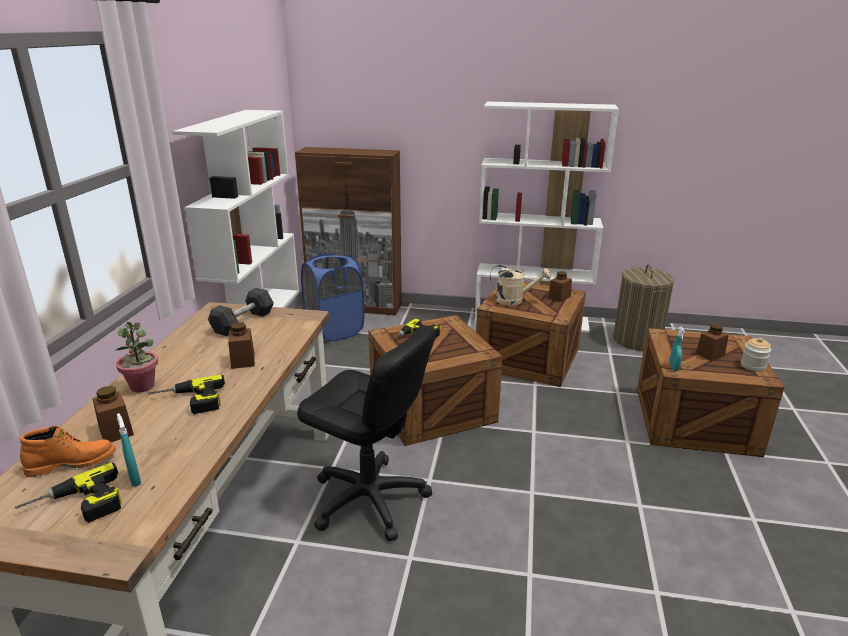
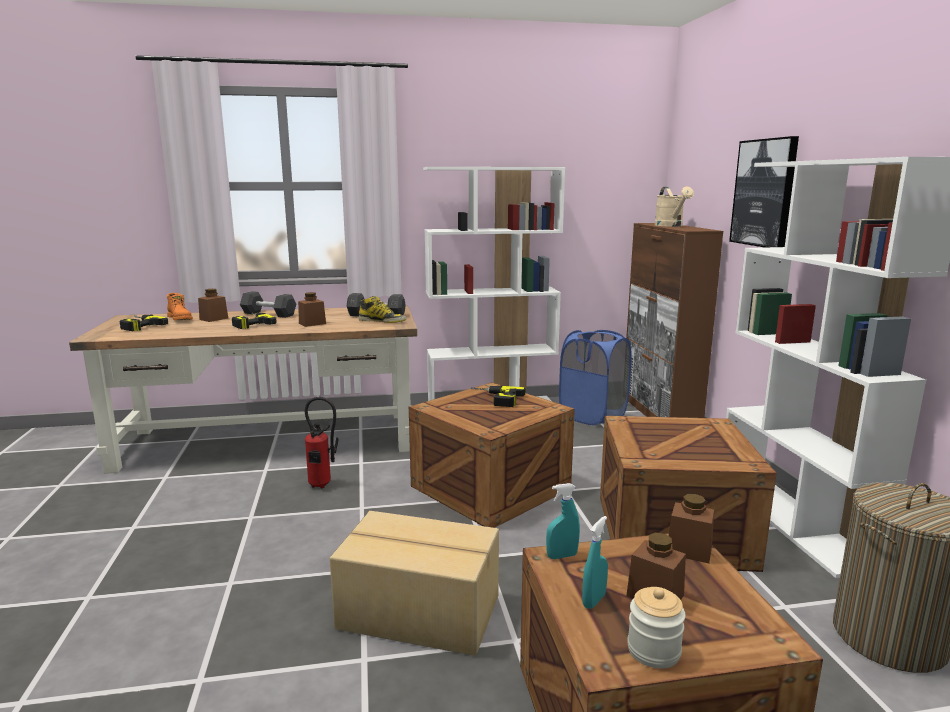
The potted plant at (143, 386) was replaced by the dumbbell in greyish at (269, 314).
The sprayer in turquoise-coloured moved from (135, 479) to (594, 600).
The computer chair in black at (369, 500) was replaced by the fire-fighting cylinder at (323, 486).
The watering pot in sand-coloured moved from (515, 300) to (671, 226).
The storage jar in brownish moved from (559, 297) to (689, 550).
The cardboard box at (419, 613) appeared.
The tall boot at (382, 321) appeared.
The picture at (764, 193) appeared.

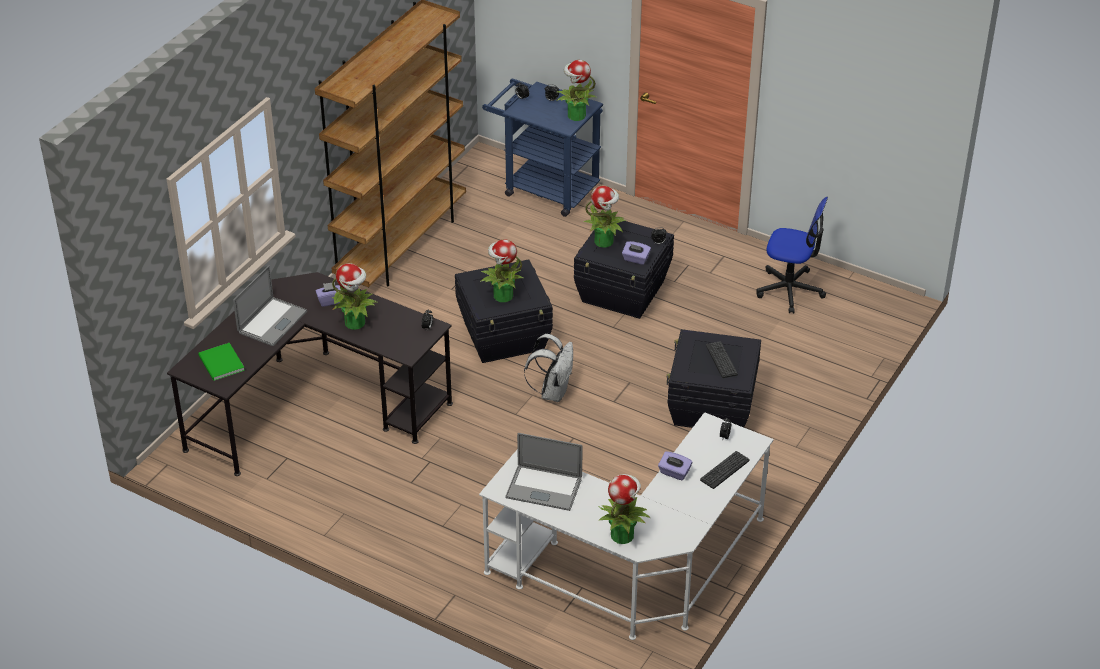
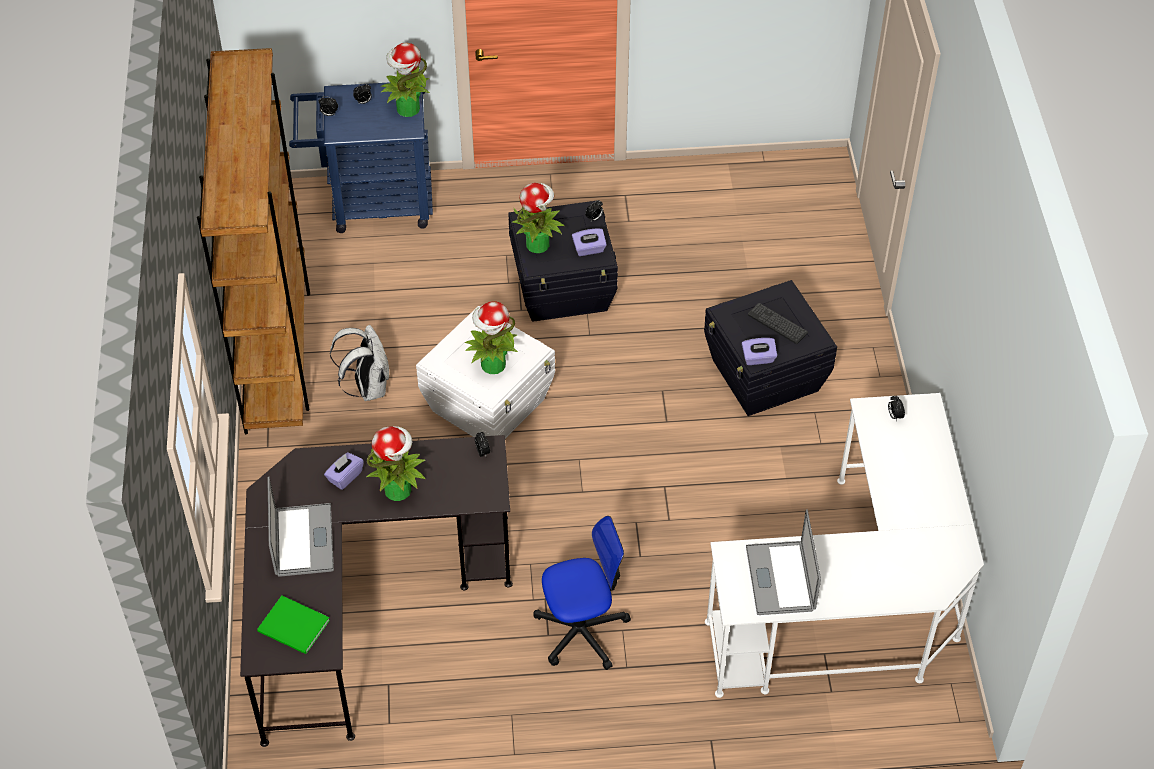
The storage bin in black at (505, 336) became the storage bin in white at (489, 405).
The laptop at (543, 488) turned 105 degrees clockwise.
The backpack in white moved from (553, 392) to (367, 387).
The potted plant at (622, 534) disappeared.
The box of tissues in purple moved from (674, 473) to (758, 358).
The PC keyboard at (724, 470) disappeared.
The computer chair moved from (790, 290) to (581, 631).

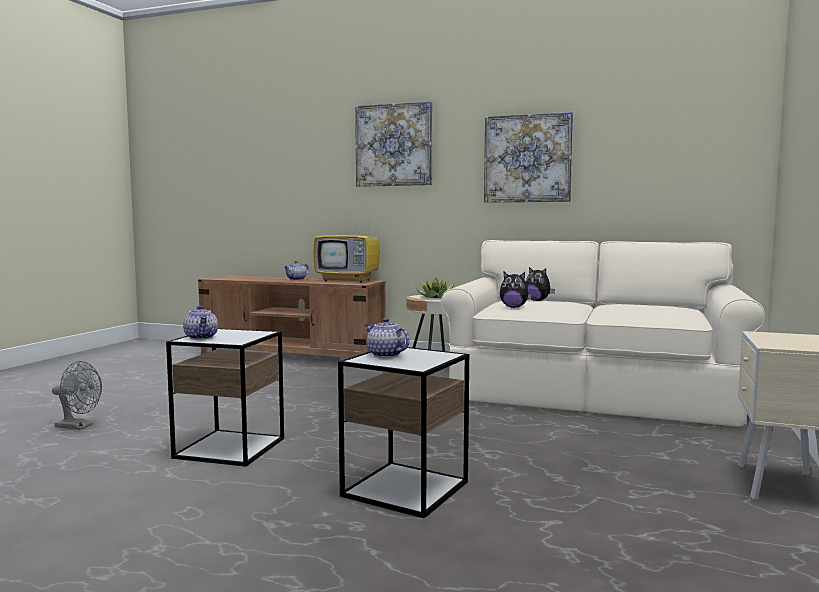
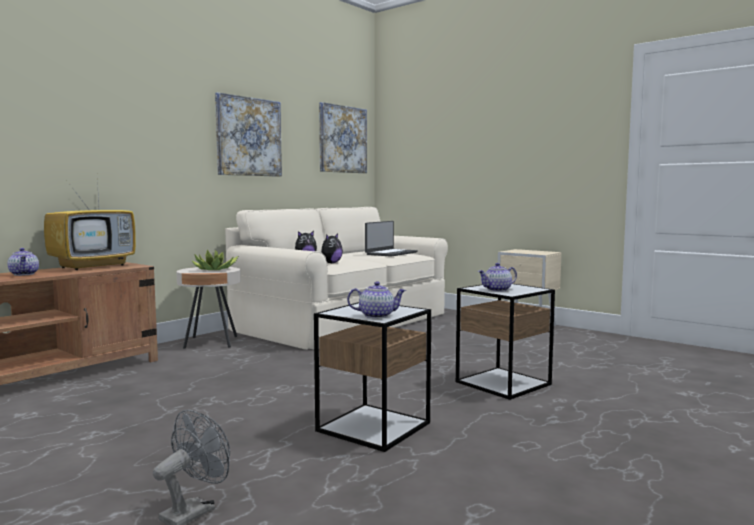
The picture moved from (394, 145) to (342, 139).
The laptop at (391, 253) appeared.

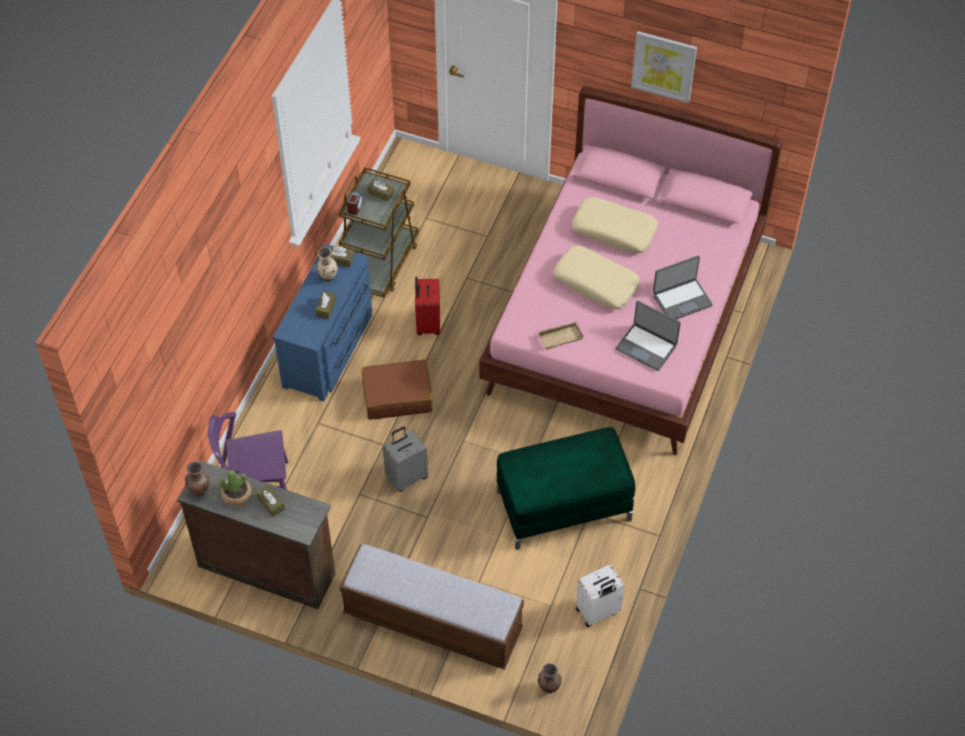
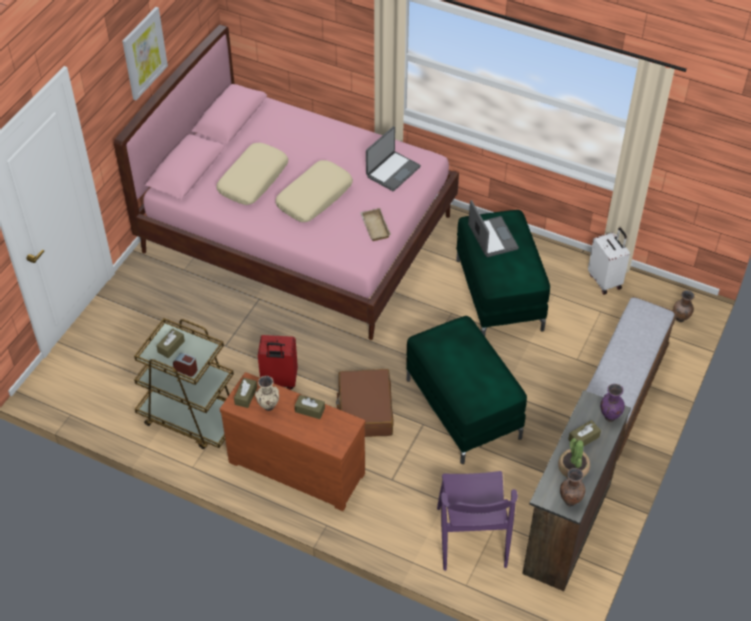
The dresser in blue at (331, 349) became the dresser in brownish at (298, 465).
The travel case in greyish at (406, 477) was replaced by the ottoman in green at (462, 407).
The laptop moved from (681, 299) to (491, 238).
The flower vase in purple at (609, 417) appeared.

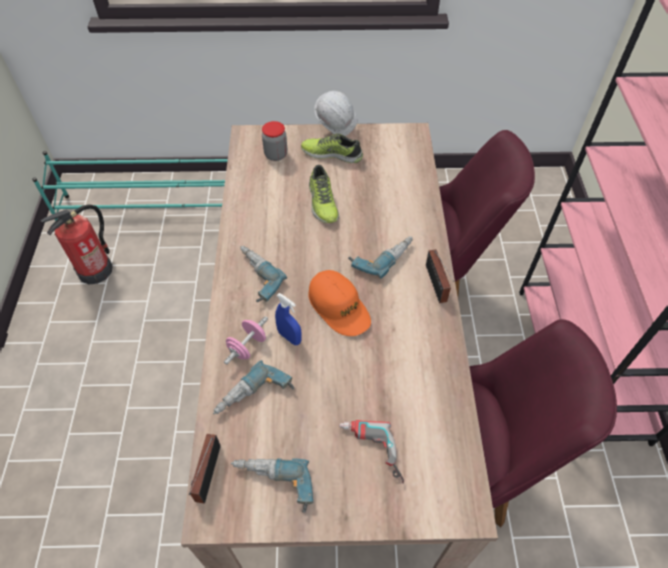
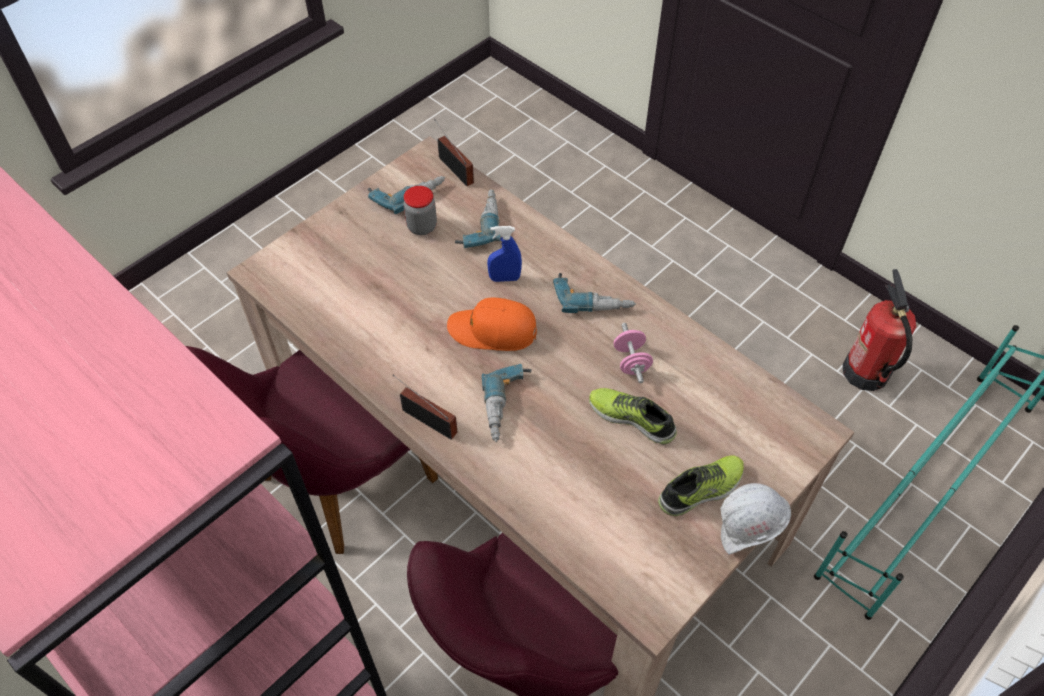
The dumbbell in pink moved from (247, 346) to (631, 361).
The storage jar moved from (276, 155) to (422, 226).
The power drill at (370, 453) disappeared.

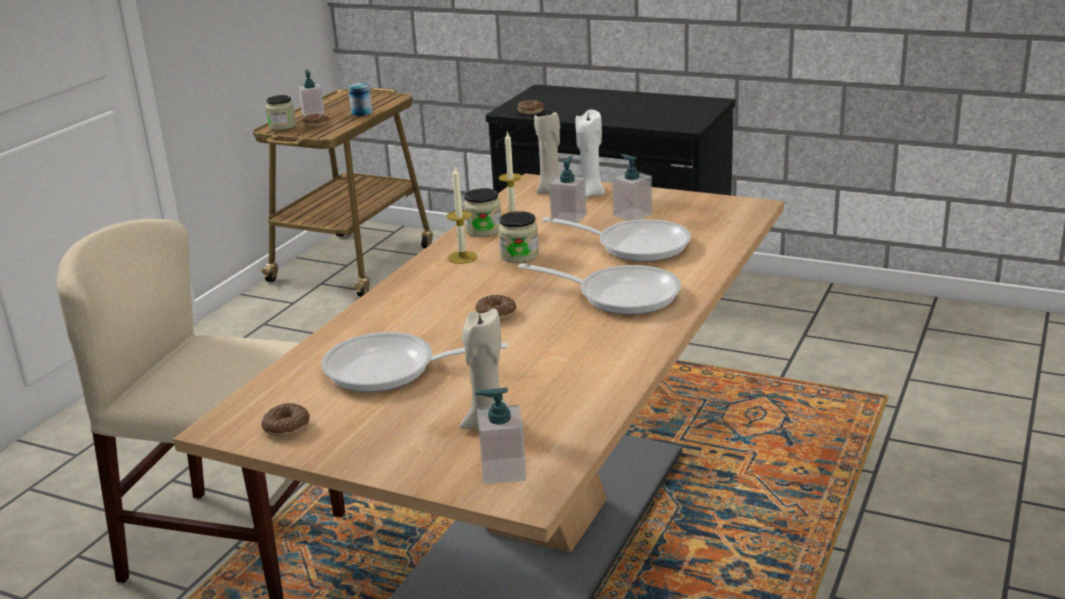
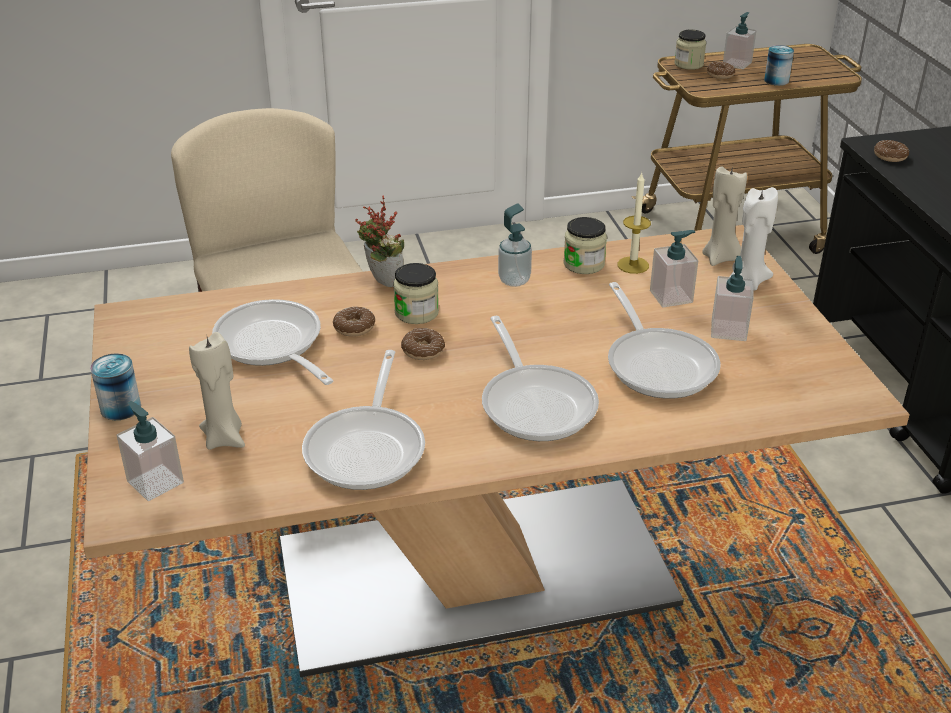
The ring doughnut moved from (287, 427) to (354, 327).
The wax light at (462, 257) was replaced by the soap dispenser at (514, 280).
The storage jar moved from (519, 256) to (416, 312).
The metal can at (120, 408) appeared.
The skillet at (368, 447) appeared.
The potted plant at (381, 283) appeared.

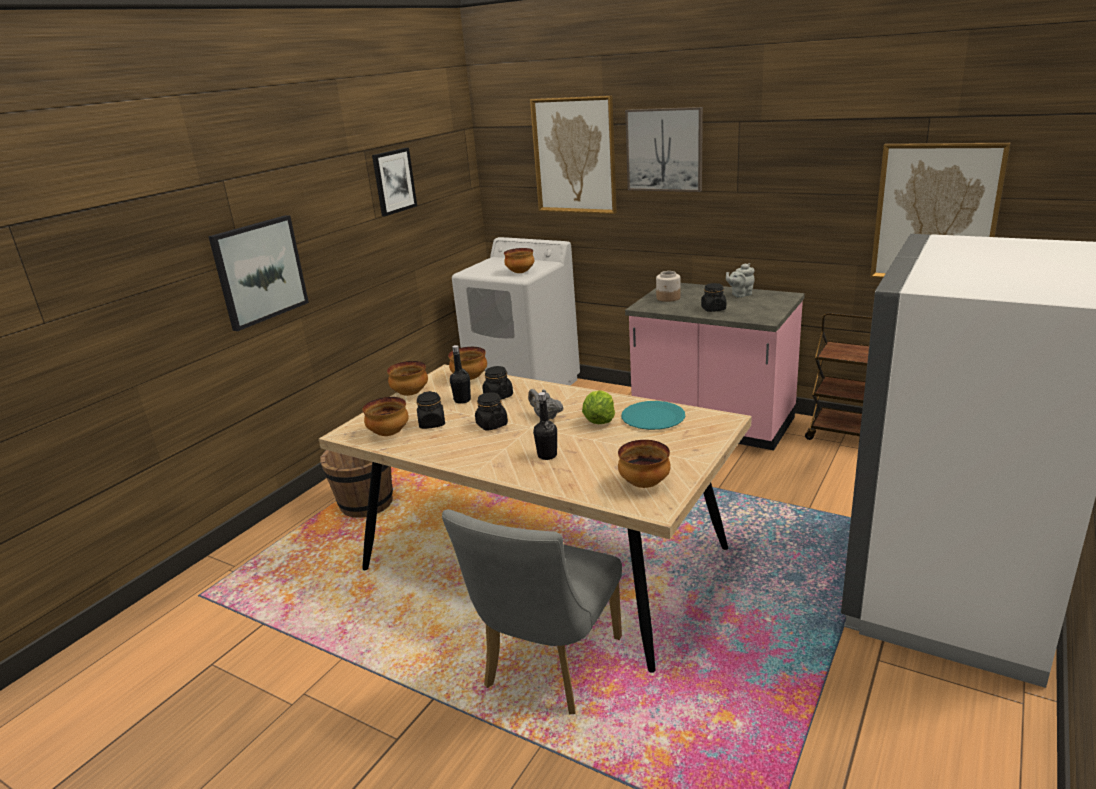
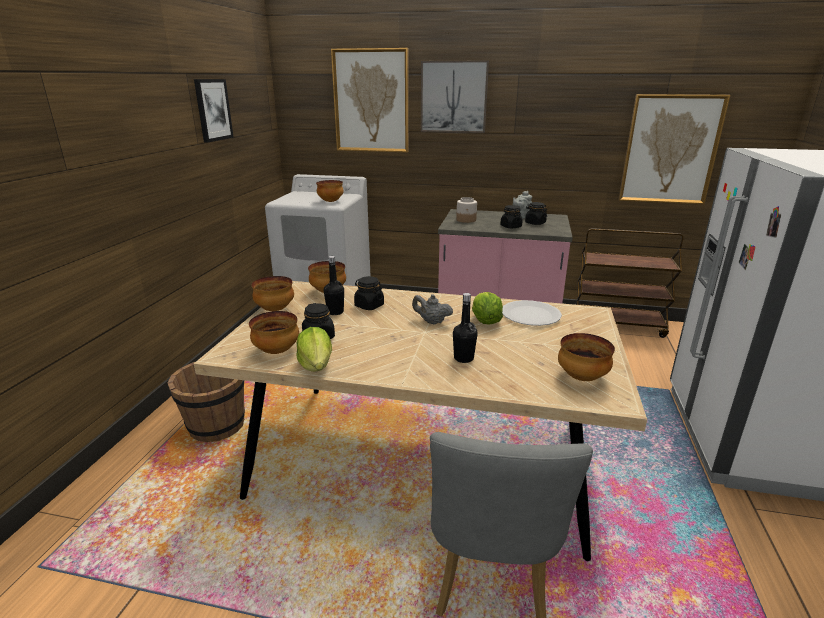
The picture at (259, 271) disappeared.
The storage jar in black moved from (491, 425) to (535, 223).
The flat dish in turquoise-coloured at (653, 417) became the flat dish in white at (531, 315).
The lettuce head at (316, 365) appeared.

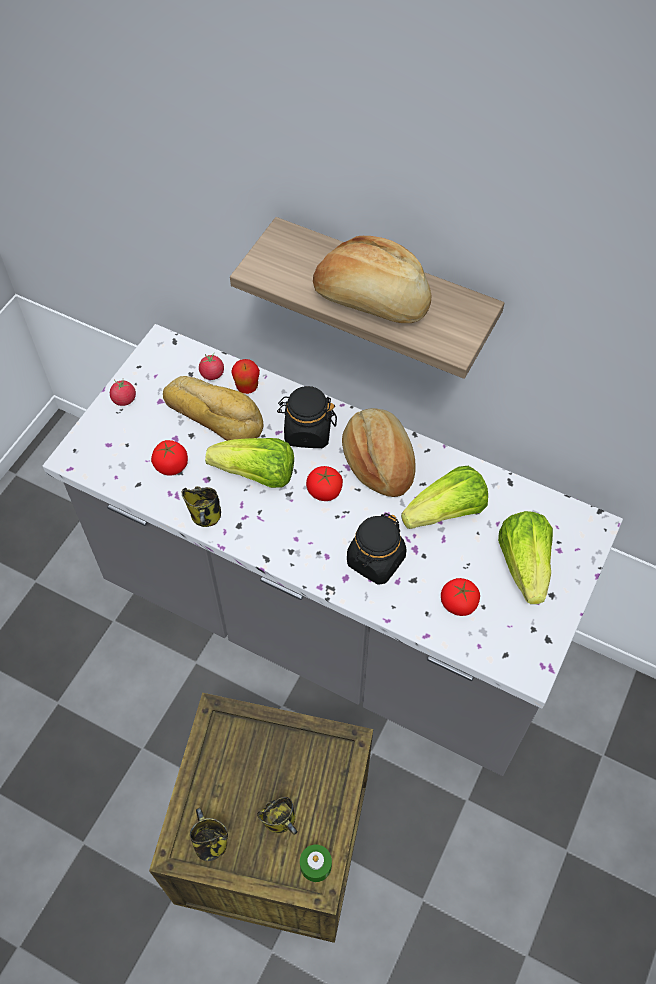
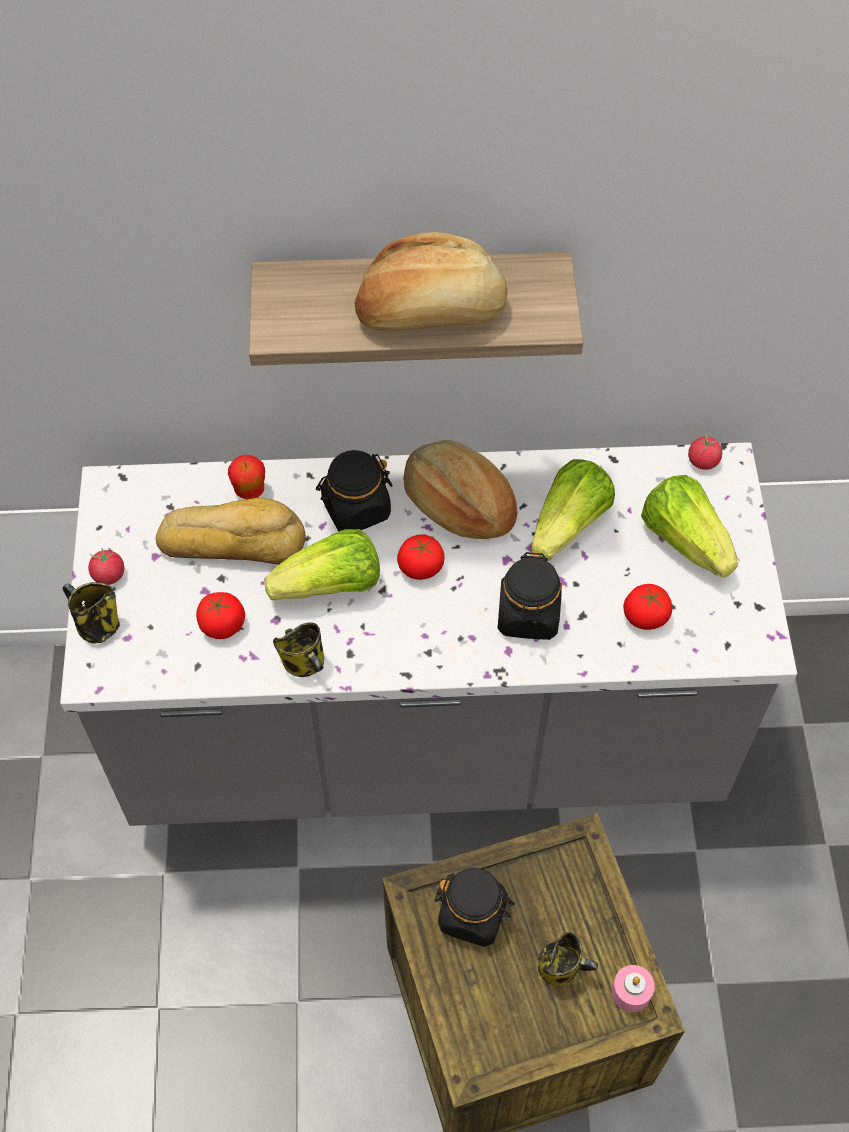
The coffee mug moved from (209, 842) to (96, 625).
The whole tomato moved from (212, 374) to (703, 461).
The wax light in green at (315, 865) became the wax light in pink at (631, 992).
The storage jar in black at (473, 914) appeared.

